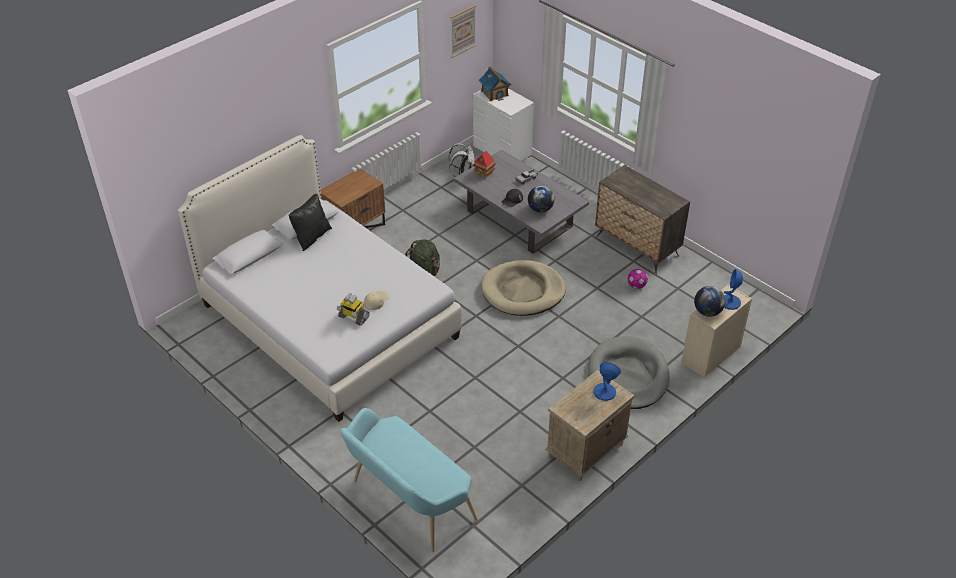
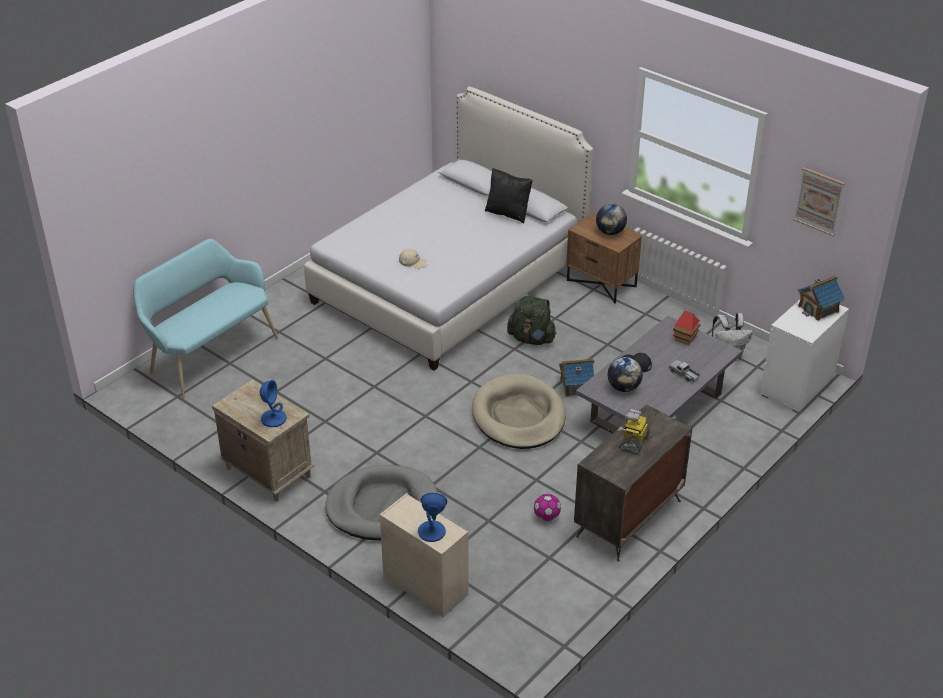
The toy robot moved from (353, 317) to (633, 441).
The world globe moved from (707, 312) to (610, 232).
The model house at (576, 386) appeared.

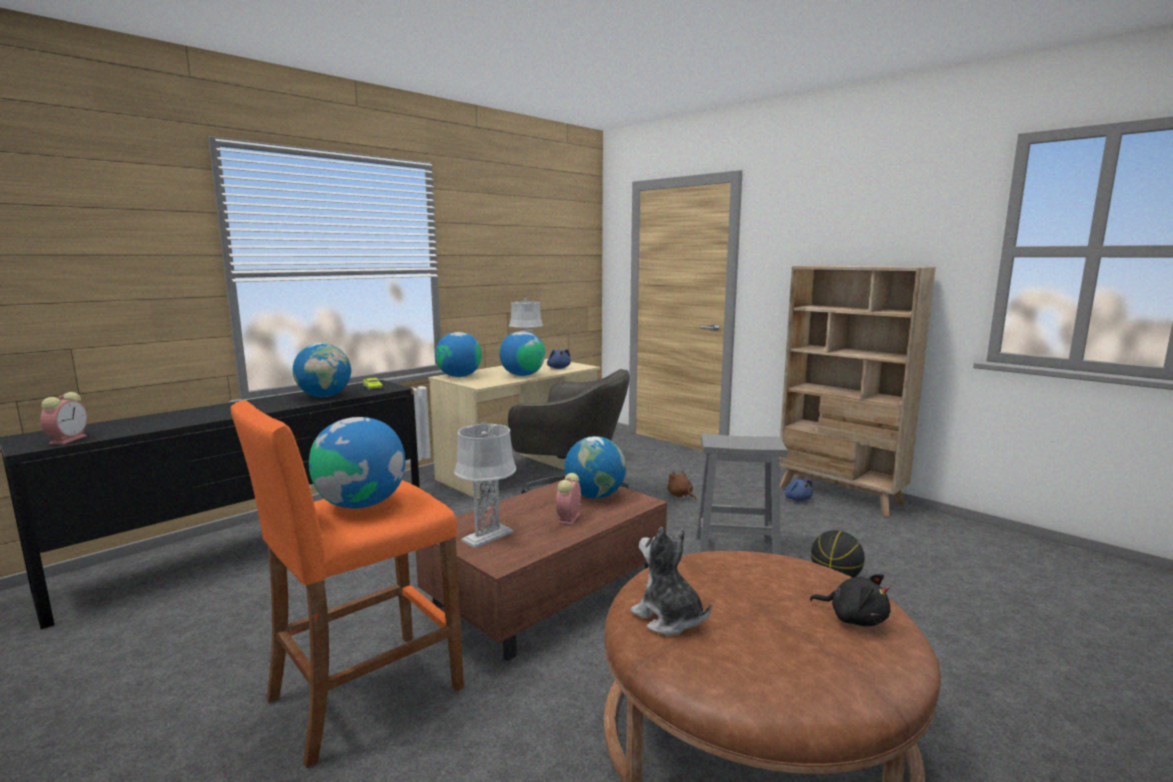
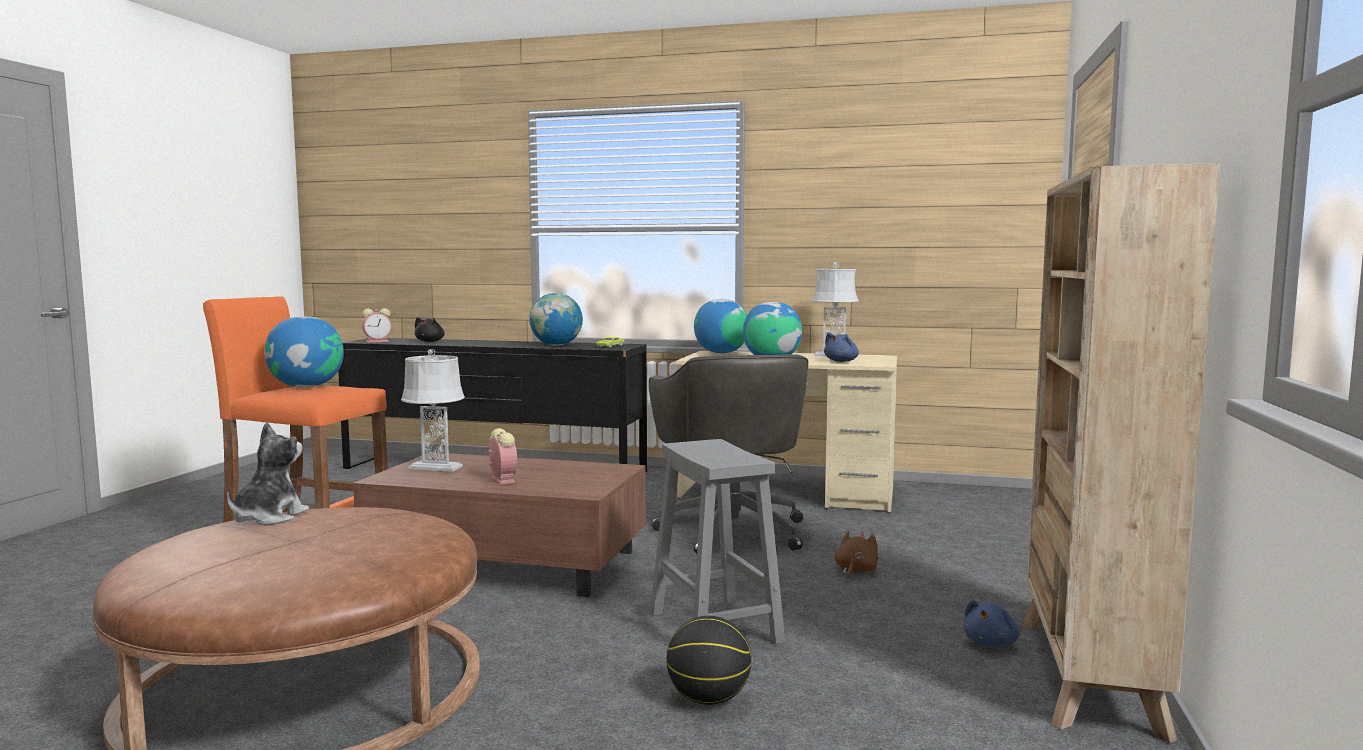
The bedside clock at (569, 519) turned 75 degrees clockwise.
The world globe at (595, 496) disappeared.
The cuddly toy in black moved from (854, 618) to (430, 341).

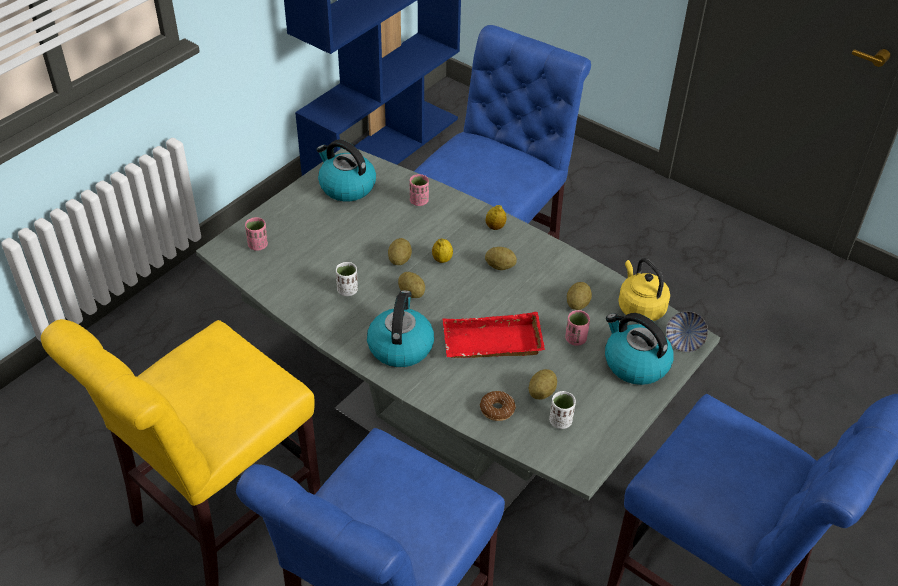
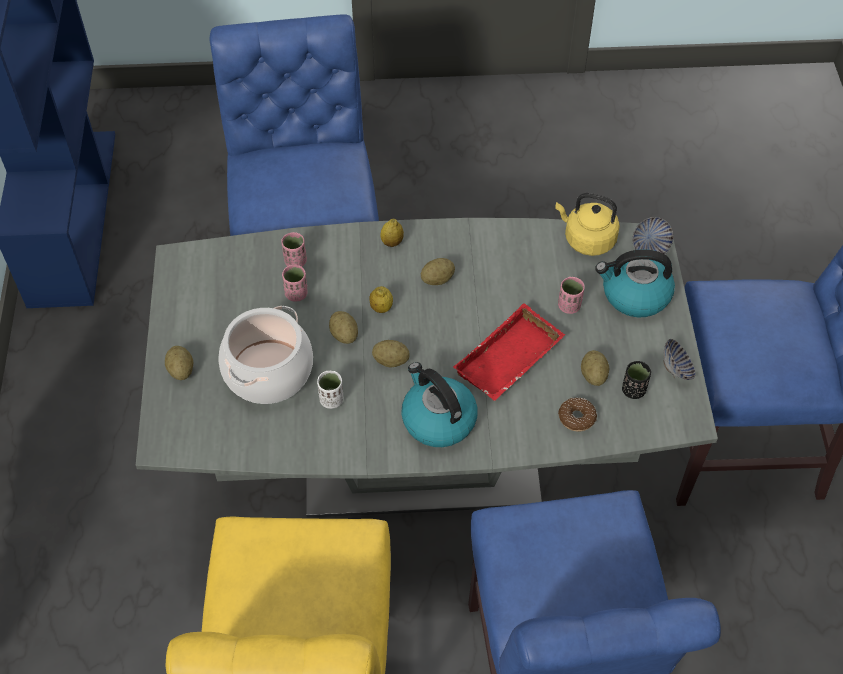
The drinking cup in pink moved from (258, 245) to (296, 294).
The tea kettle at (346, 187) disappeared.
The drinking cup in white at (560, 421) became the drinking cup in black at (633, 390).
The whole potato moved from (577, 304) to (181, 370).
The stockpot at (268, 372) appeared.
The serving bowl at (676, 369) appeared.

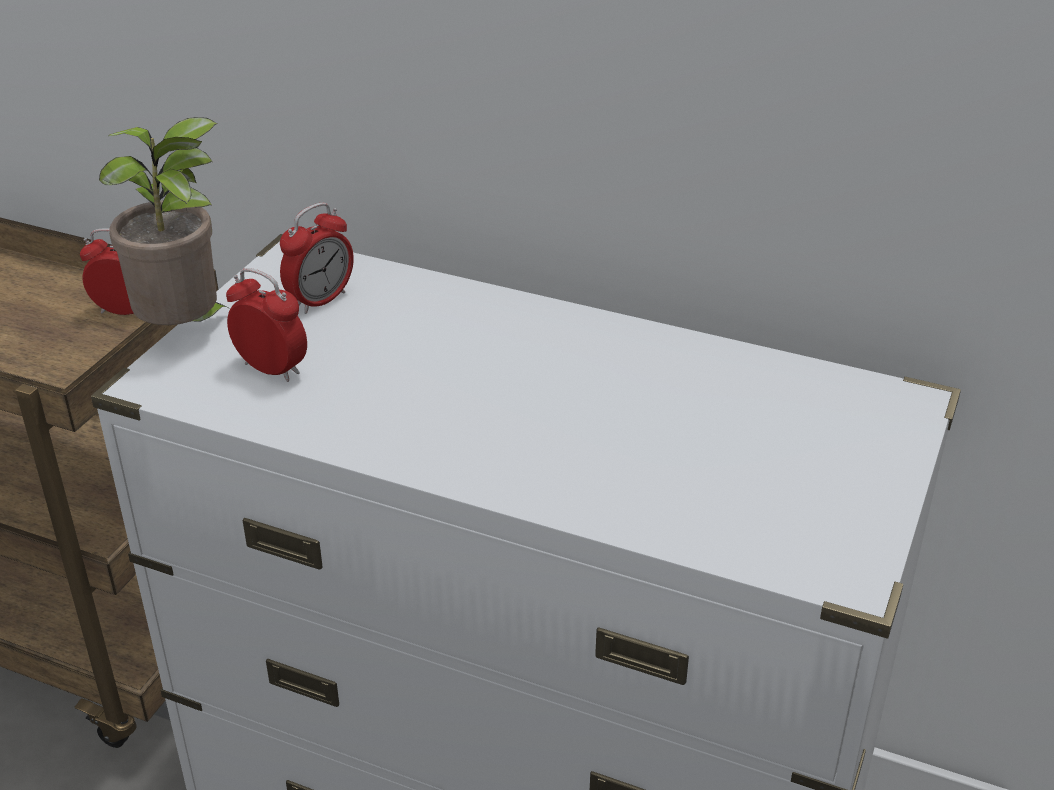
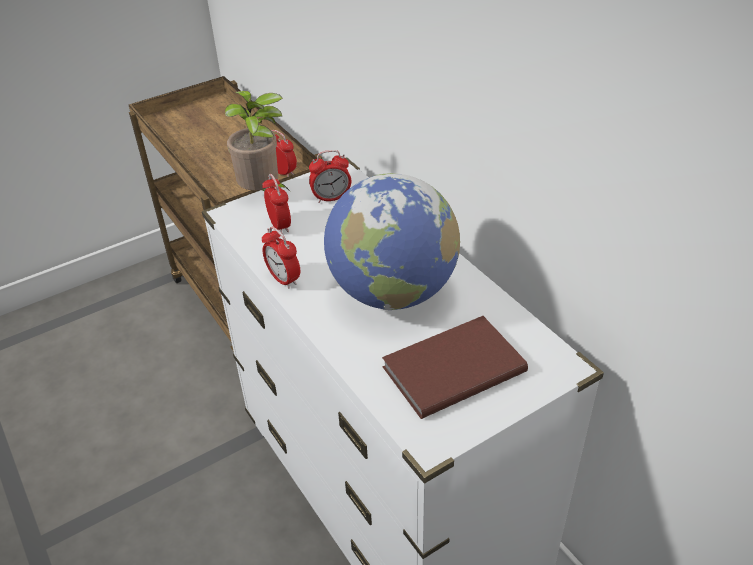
The bedside clock at (283, 279) appeared.
The world globe at (392, 292) appeared.
The book in brownish at (450, 368) appeared.

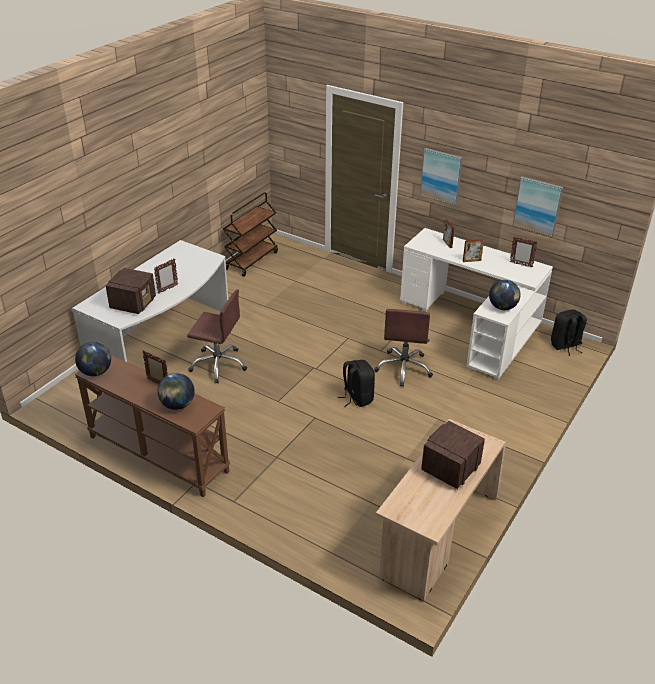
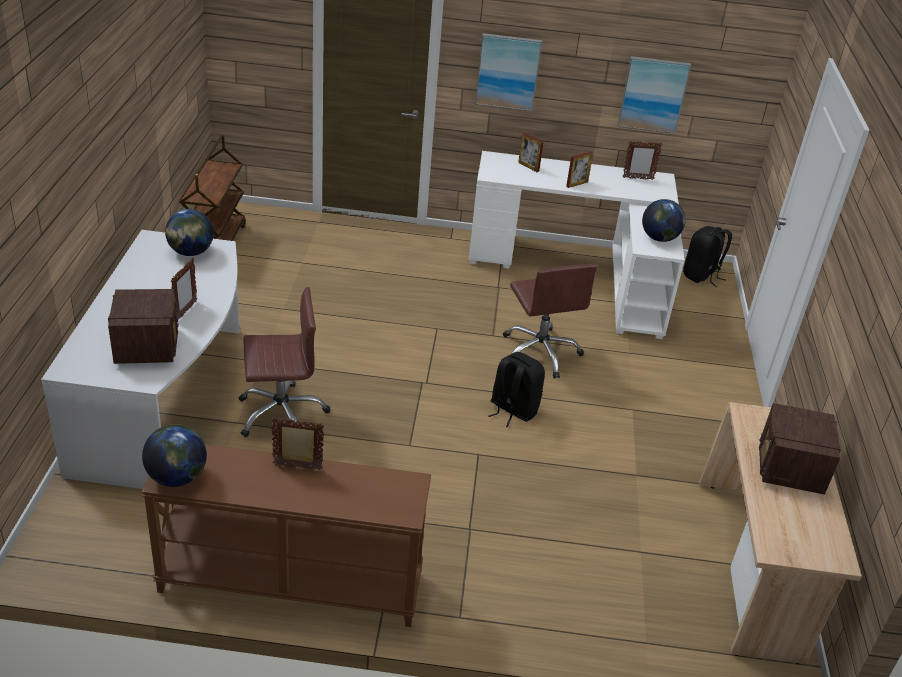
The world globe moved from (177, 405) to (191, 252).

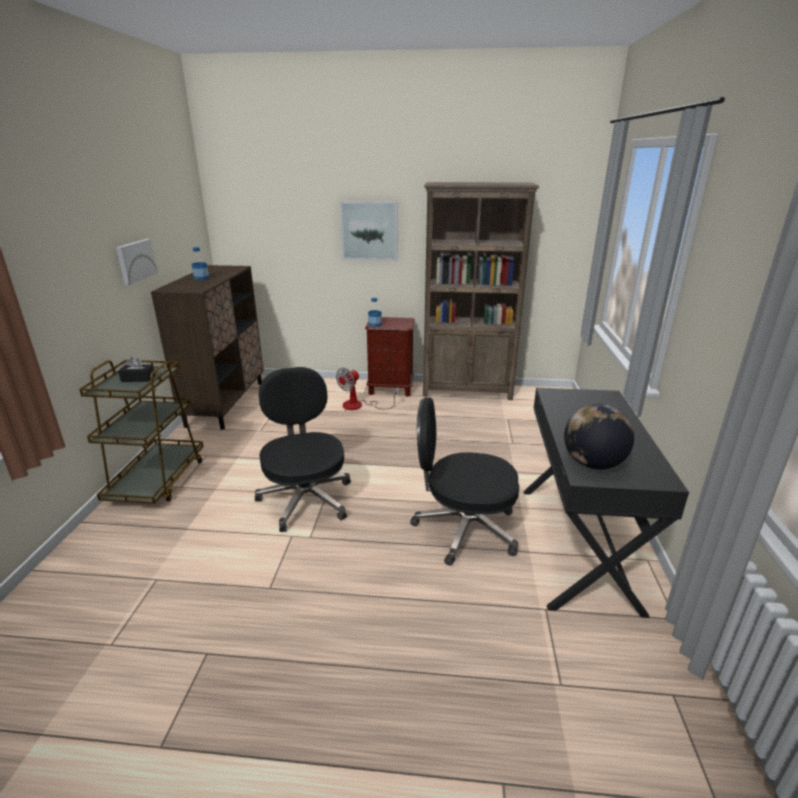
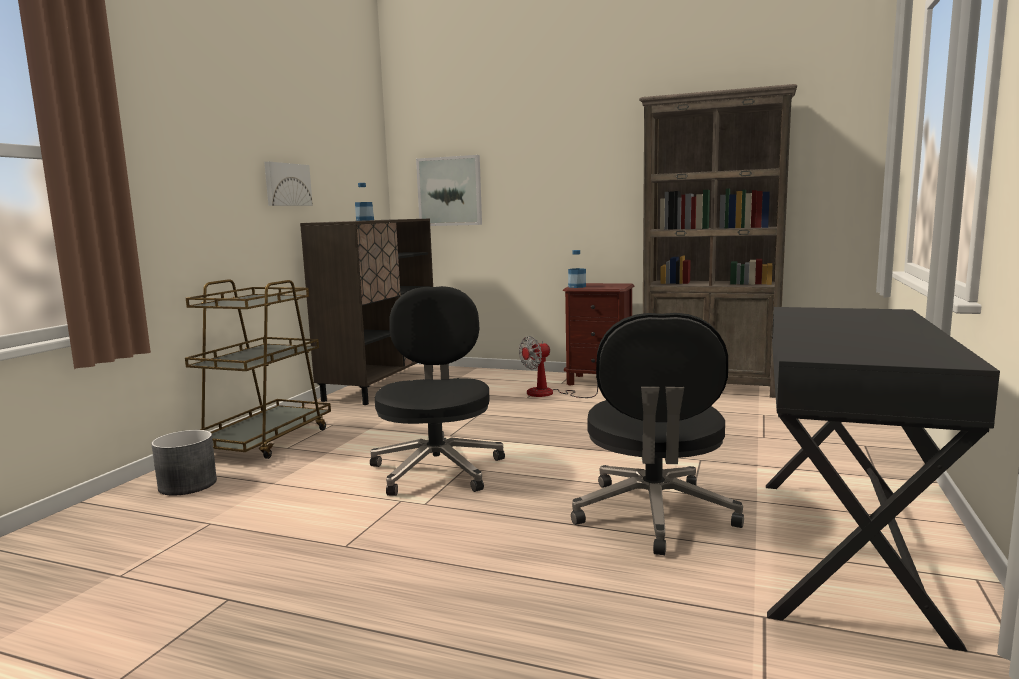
The box of tissues in black at (138, 378) disappeared.
The picture moved from (369, 231) to (450, 191).
The computer chair in black at (463, 529) turned 105 degrees counterclockwise.
The world globe at (592, 464) disappeared.
The flower pot in greyish at (187, 485) appeared.

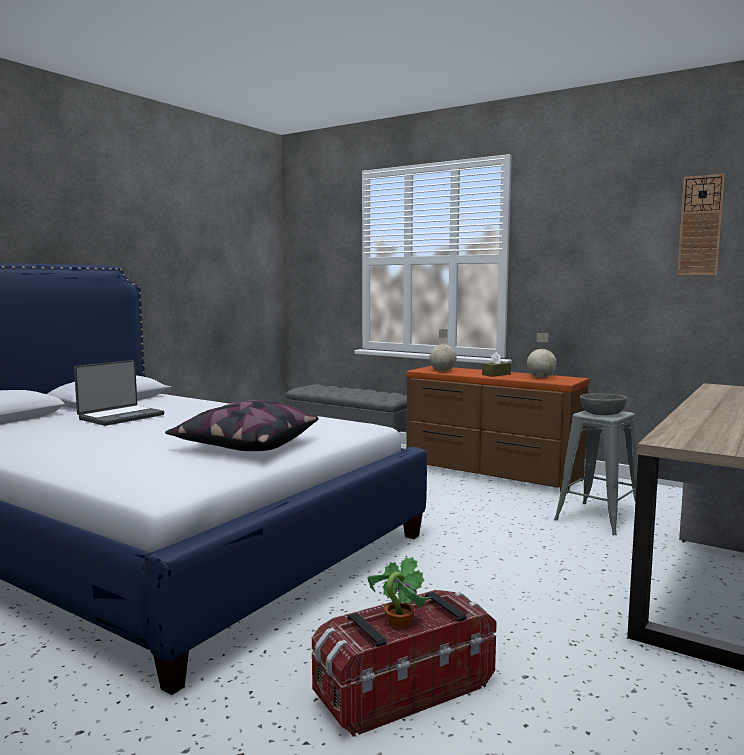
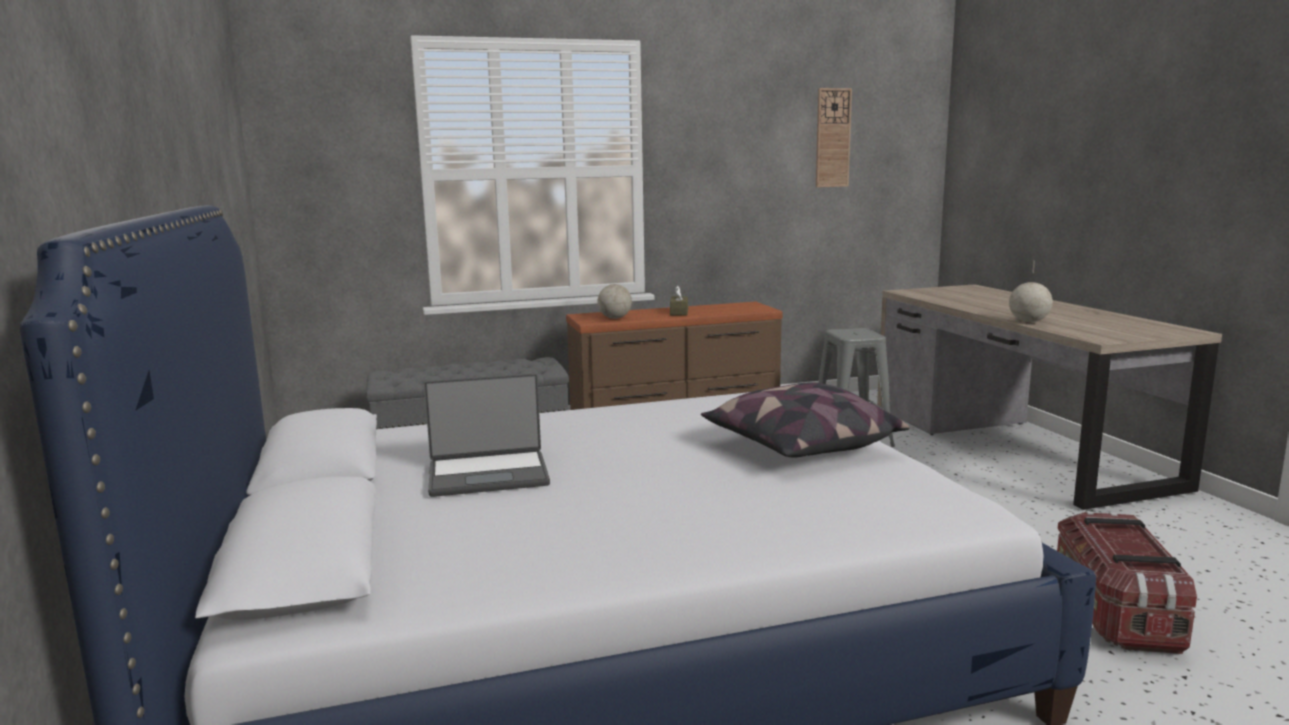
The laptop at (120, 417) turned 90 degrees clockwise.
The potted plant at (398, 623) disappeared.
The world globe moved from (540, 377) to (1028, 322).
The serving bowl in greyish at (602, 413) disappeared.

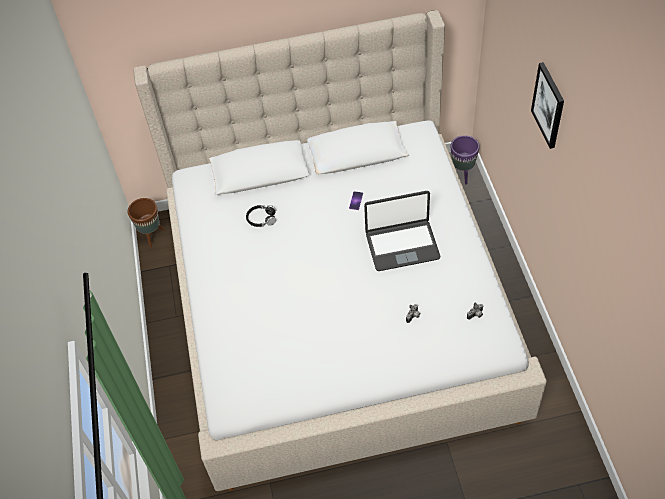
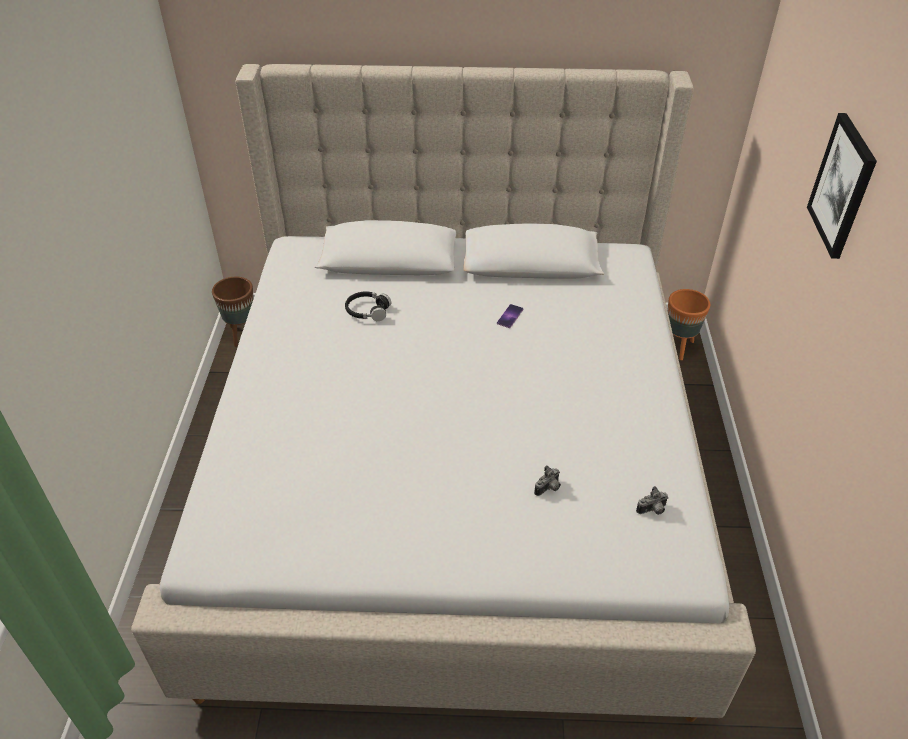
The laptop at (402, 245) disappeared.
The flower pot in purple at (462, 174) became the flower pot in orange-coloured at (678, 347).

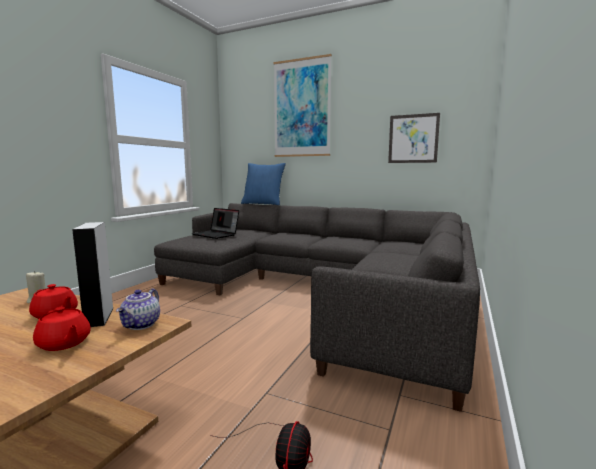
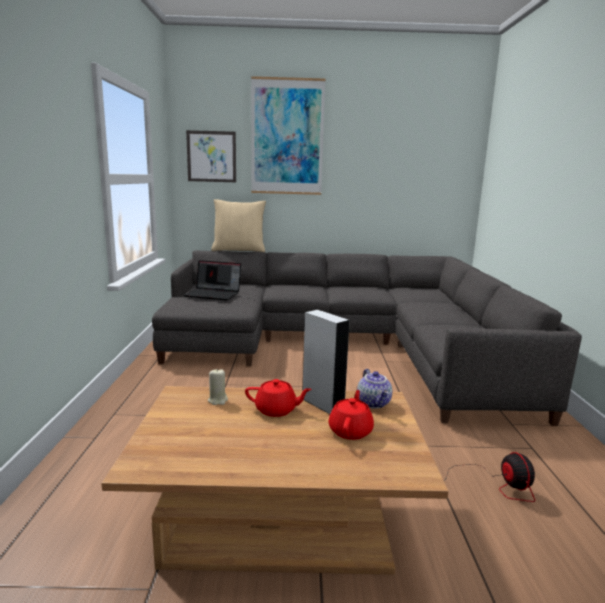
The tea pot in reddish at (64, 343) turned 90 degrees counterclockwise.
The pillow in blue at (263, 204) became the pillow in sand-coloured at (239, 250).
The picture moved from (413, 138) to (211, 156).

